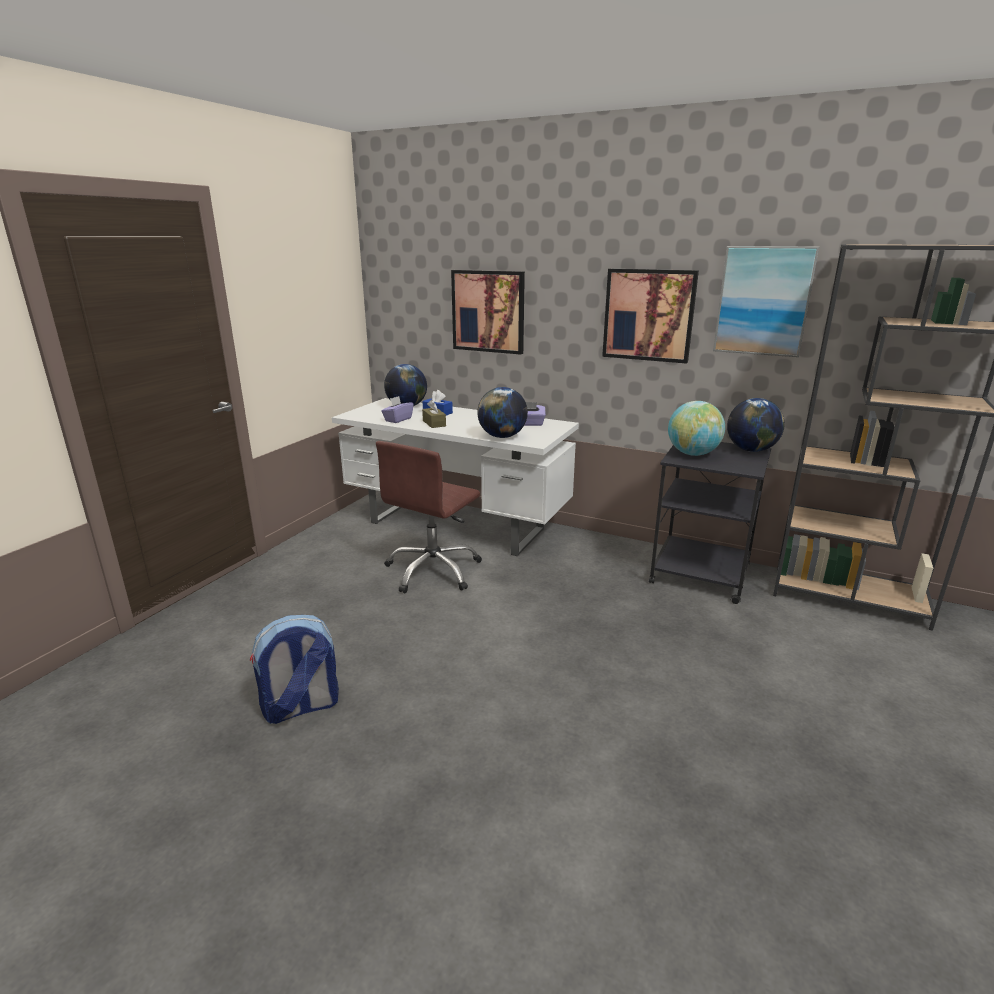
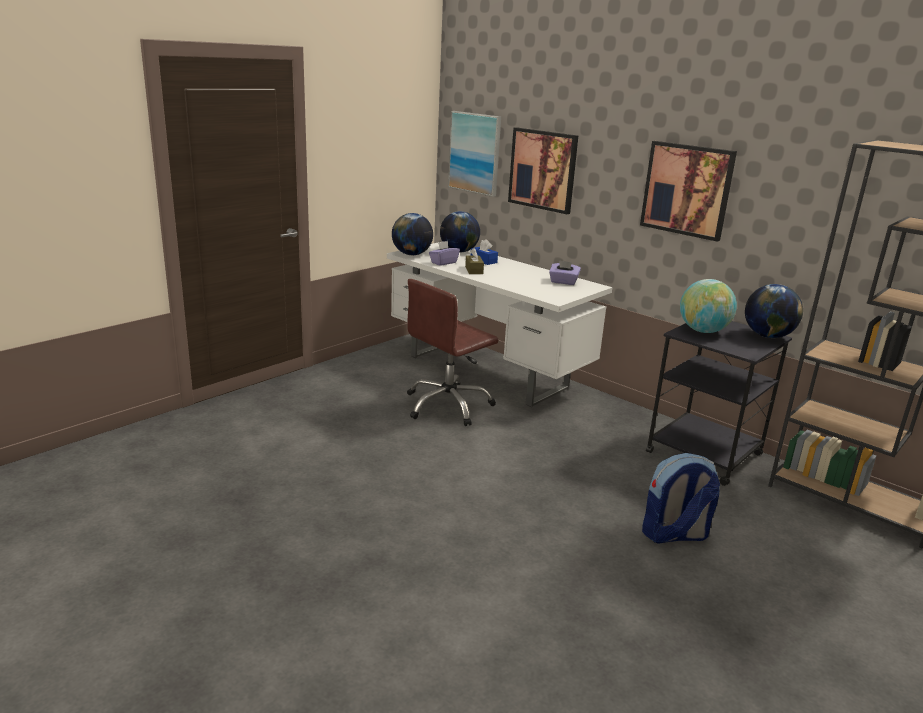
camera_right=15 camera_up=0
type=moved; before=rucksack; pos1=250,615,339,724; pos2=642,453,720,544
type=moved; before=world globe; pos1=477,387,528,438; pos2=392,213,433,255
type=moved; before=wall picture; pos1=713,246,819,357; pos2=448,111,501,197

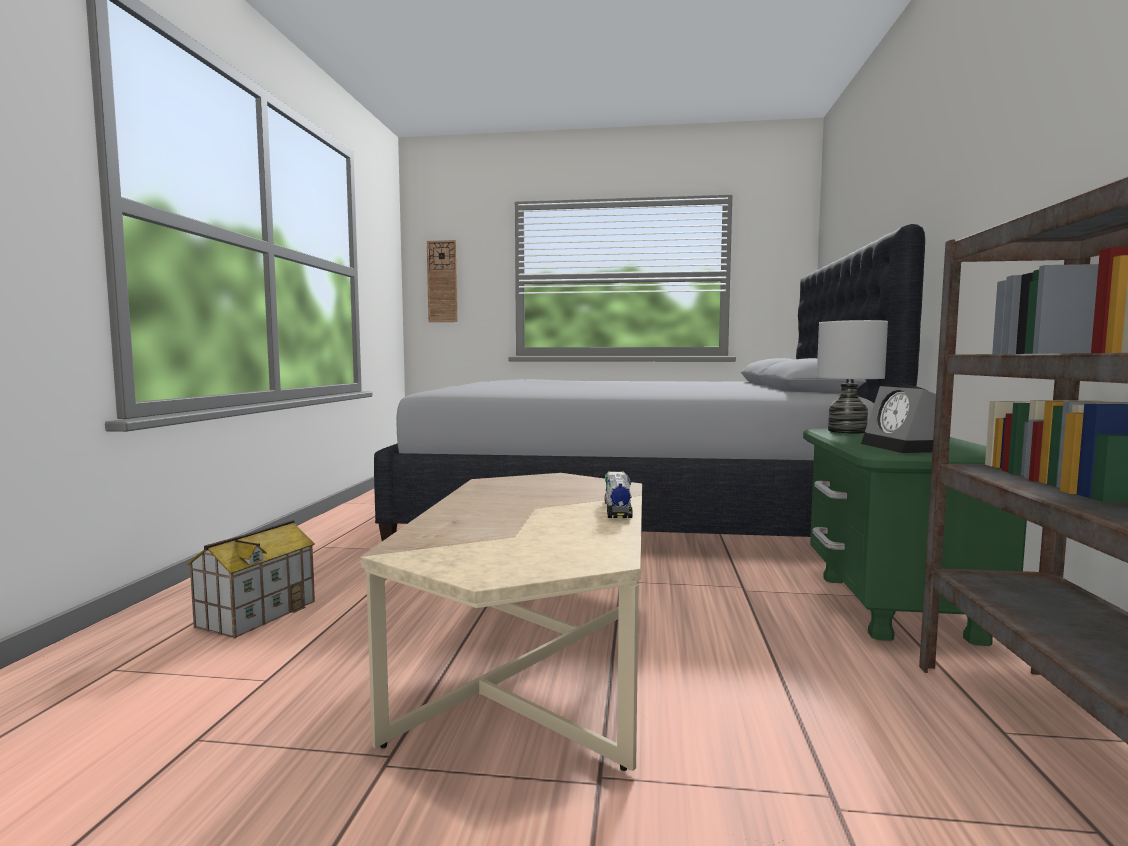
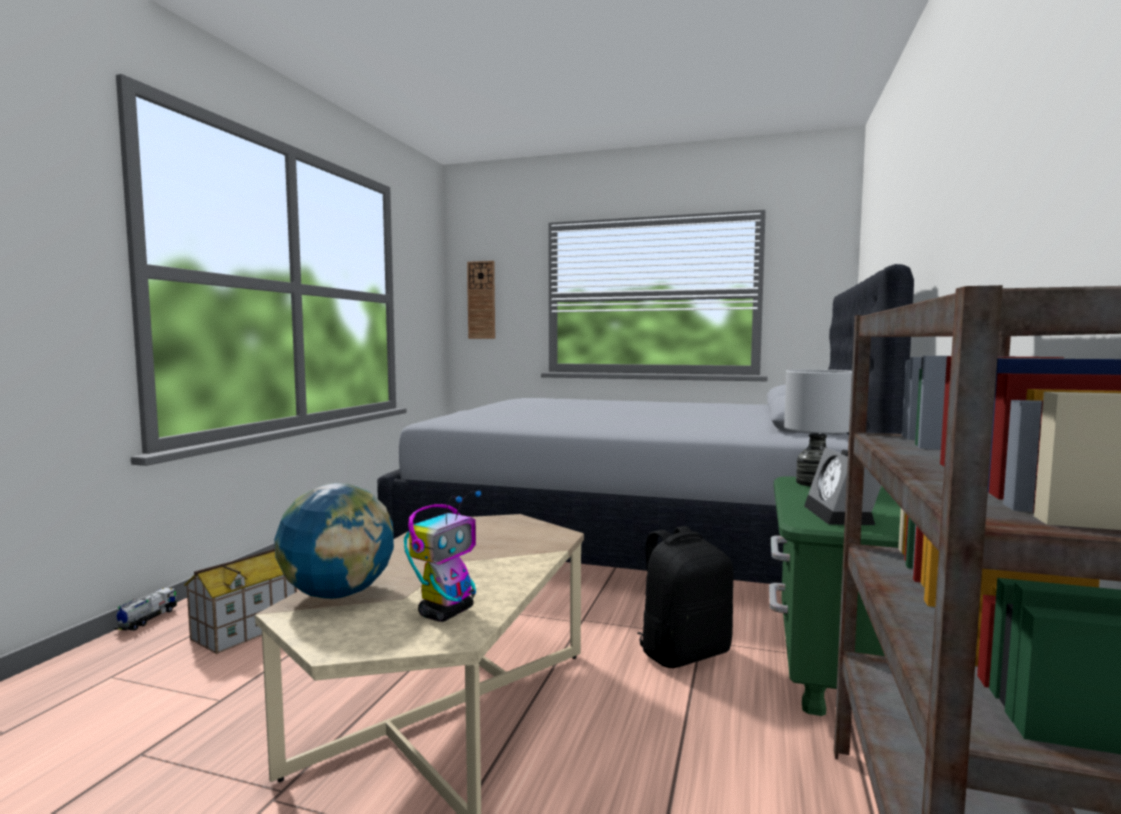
camera_right=10 camera_up=0
type=added; after=world globe; pos2=274,483,394,599
type=added; after=toy robot; pos2=404,491,481,622
type=added; after=black-coloured rucksack; pos2=637,526,733,668
type=moved; before=toy truck; pos1=604,471,633,518; pos2=114,588,177,631

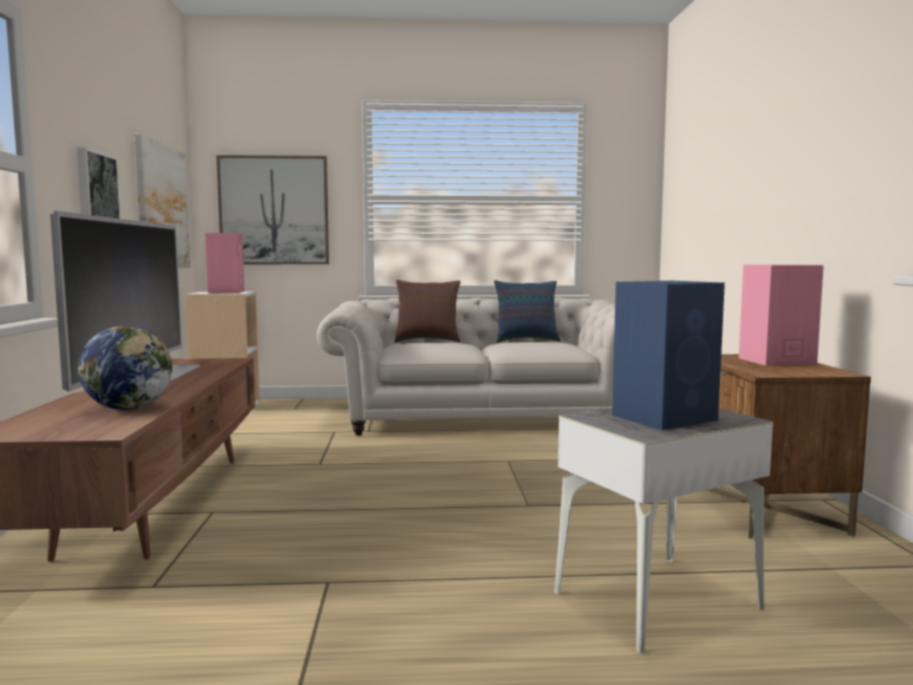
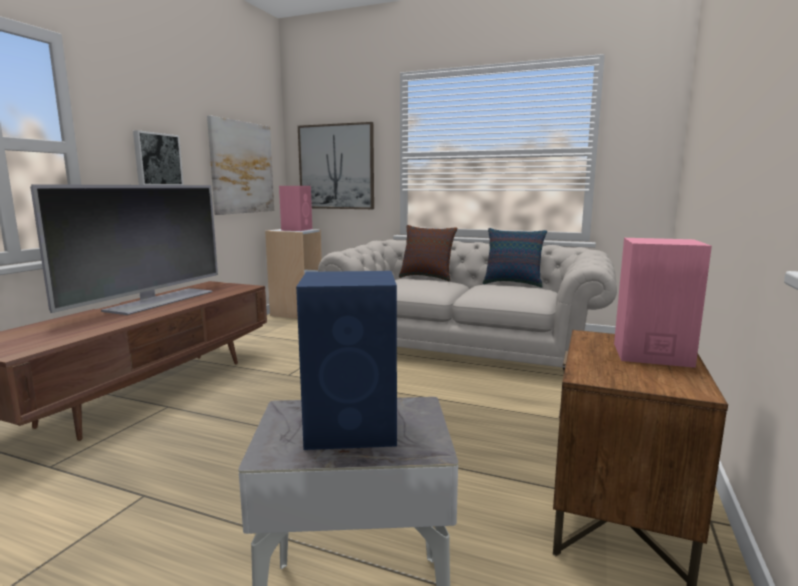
camera_right=25 camera_up=5
type=removed; before=world globe; pos1=78,326,172,410

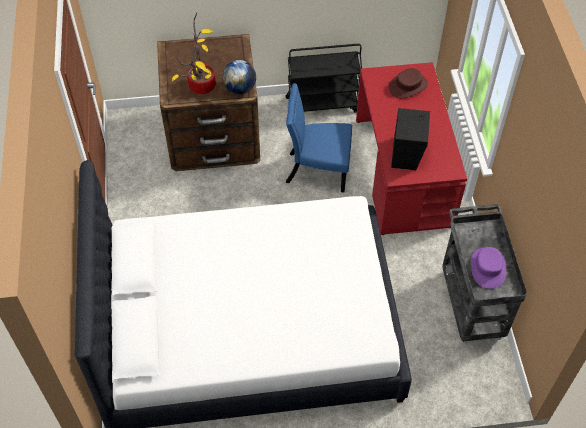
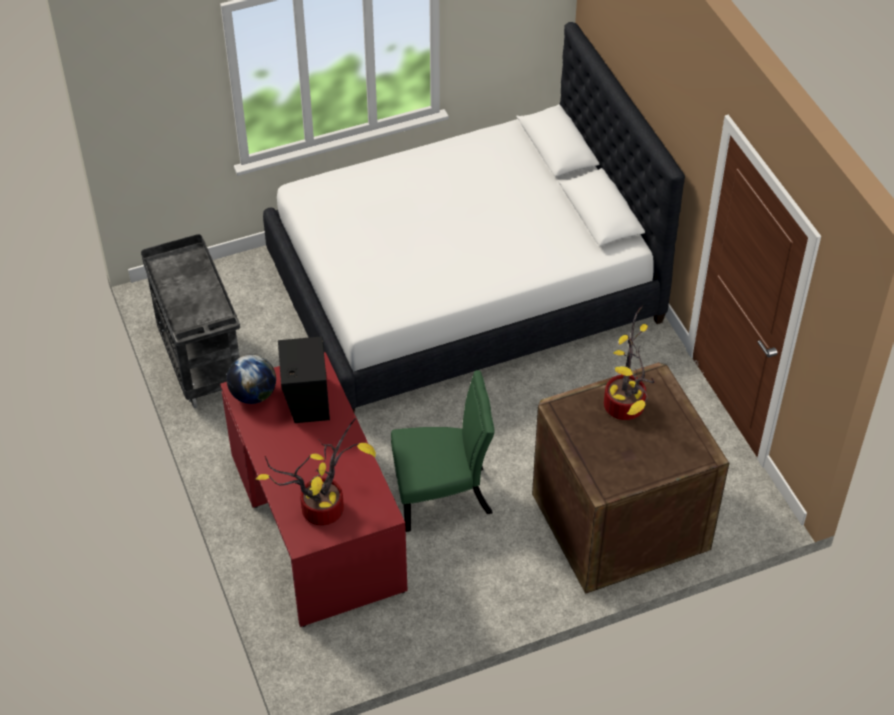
camera_right=165 camera_up=-5
type=removed; before=black-coloured wheeled cart; pos1=286,44,362,113
type=removed; before=purple-coloured hat; pos1=471,247,506,289
type=moved; before=world globe; pos1=222,60,256,94; pos2=227,355,276,404
type=replaced; before=brown-coloured hat; after=plant in a pot; pos1=389,68,428,98; pos2=256,418,376,525
type=recoloured; before=blue-coloured upright chair; after=greenish upright chair; pos1=286,83,352,193; pos2=391,370,495,532

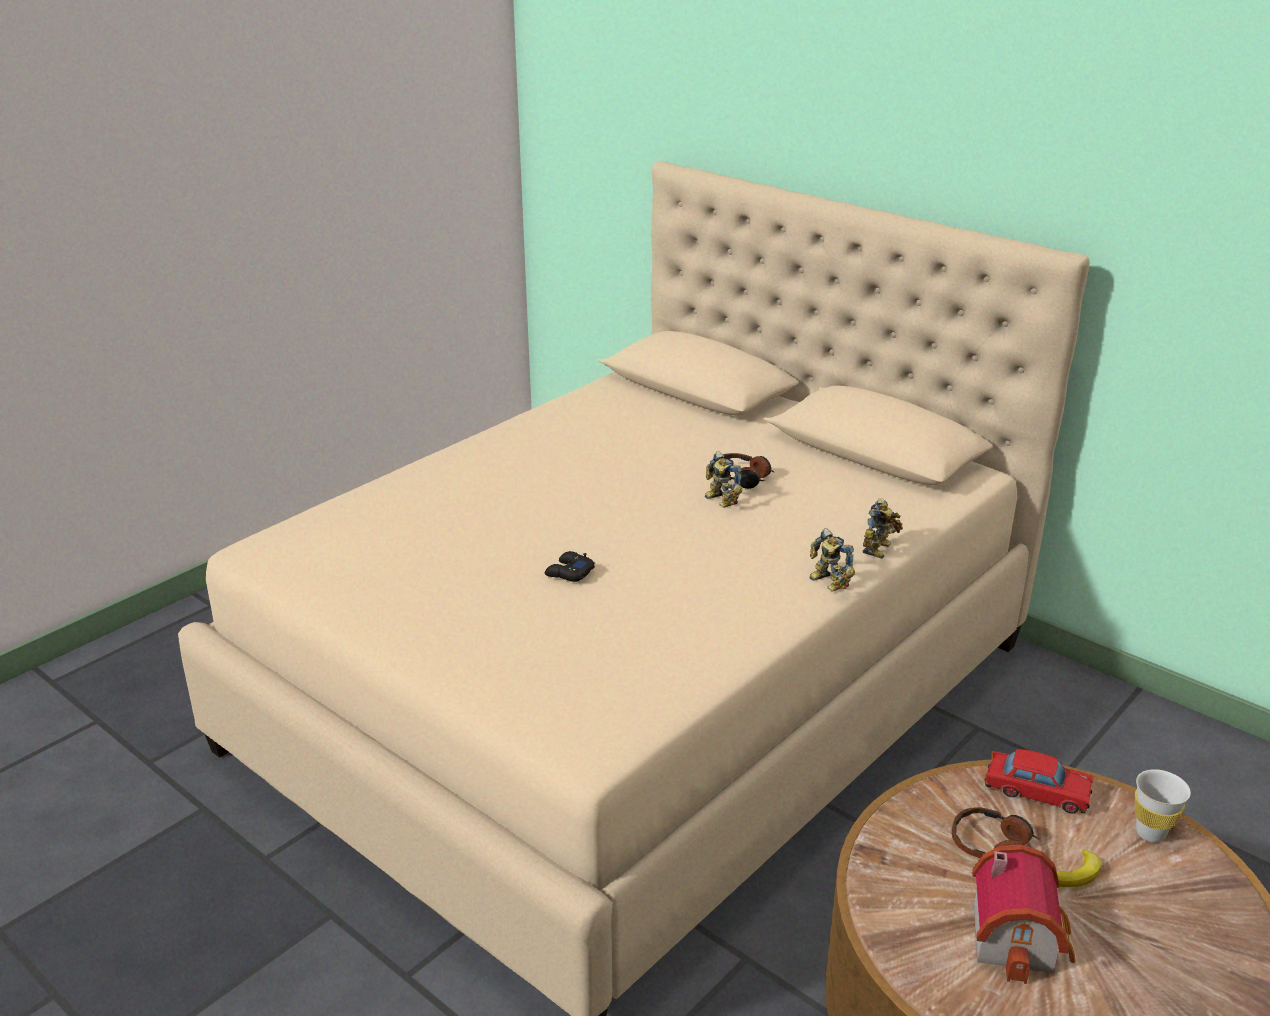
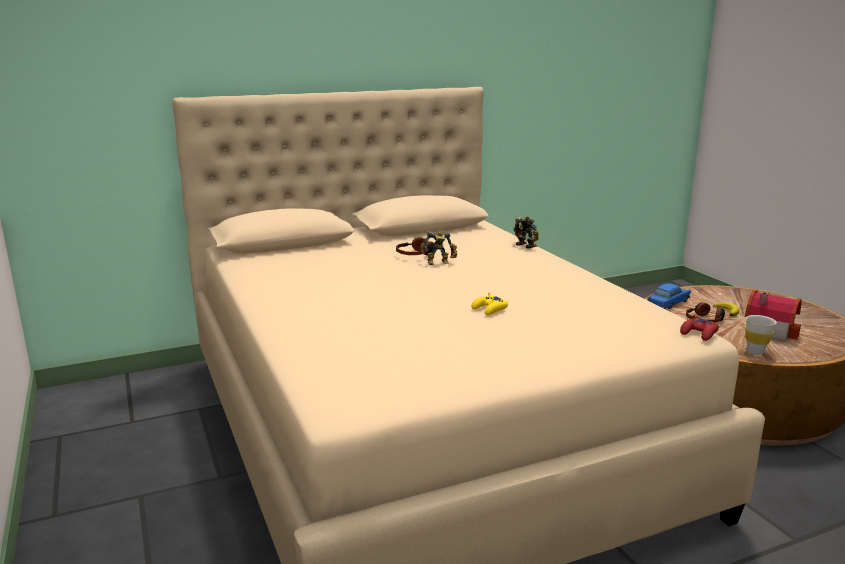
camera_right=-65 camera_up=-10
type=removed; before=toy robot; pos1=809,528,855,592
type=added; after=reddish gamepad; pos2=680,315,719,341
type=moved; before=white cup; pos1=1135,769,1191,843; pos2=745,315,777,355
type=recoloured; before=black-coloured gamepad; after=yellow-coloured gamepad; pos1=545,551,595,582; pos2=471,292,508,315
type=recoloured; before=reddish miniature car; after=blue-coloured miniature car; pos1=985,749,1094,813; pos2=647,283,691,309

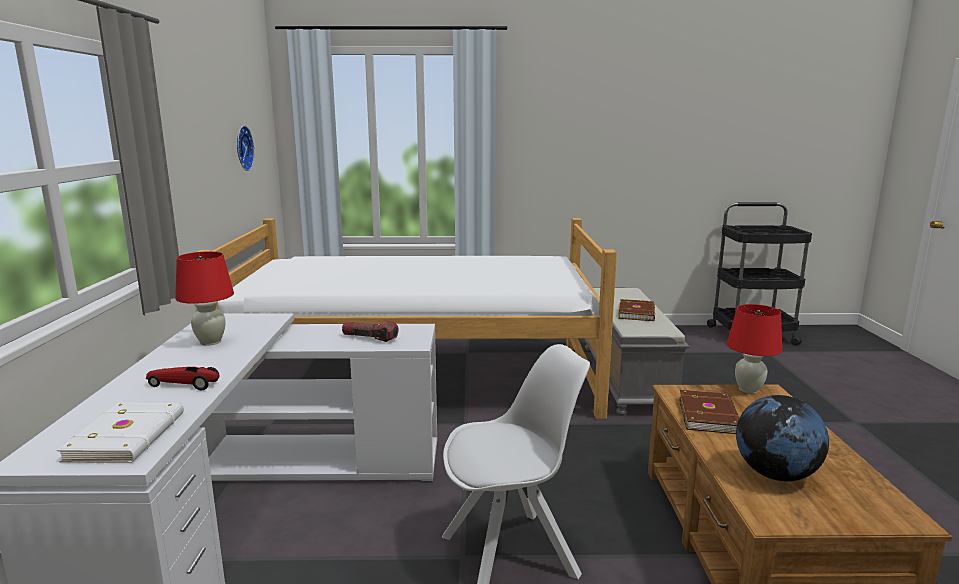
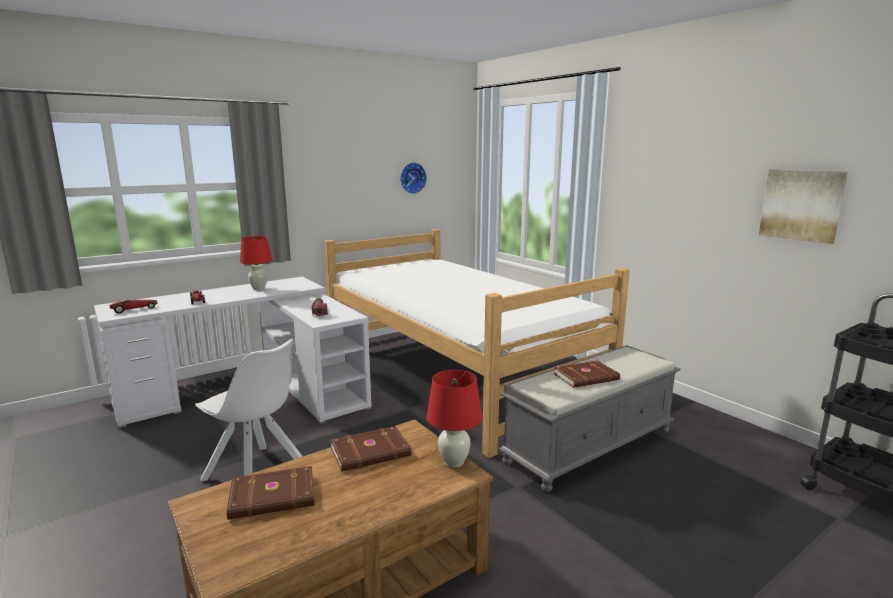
camera_right=55 camera_up=0
type=added; after=wall picture; pos2=759,169,848,244
type=replaced; before=white bound book; after=miniature car; pos1=57,403,184,463; pos2=110,300,157,314
type=replaced; before=world globe; after=brown-coloured bound book; pos1=736,395,829,481; pos2=227,466,315,520

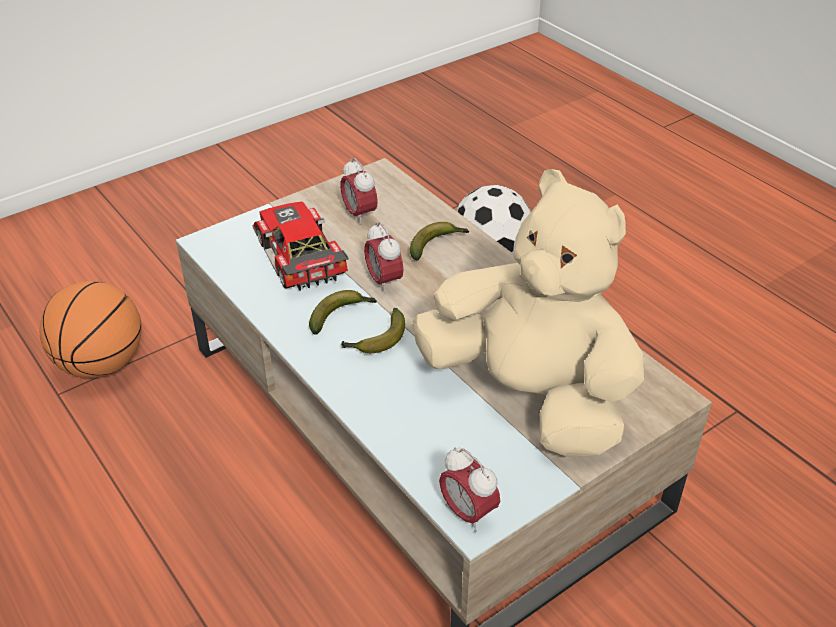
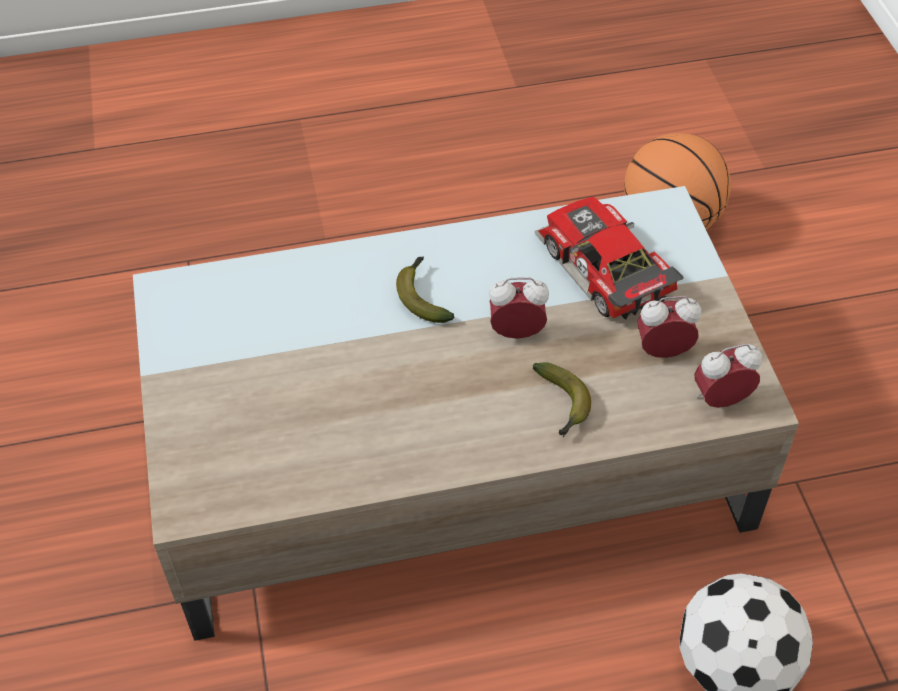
camera_right=115 camera_up=10
type=removed; before=banana fruit; pos1=309,290,377,335
type=removed; before=sand-coloured soft toy; pos1=412,169,644,457
type=moved; before=alarm clock; pos1=439,447,500,532; pos2=694,344,762,408
type=turned; before=miniature car; pos1=253,201,348,291; pos2=535,197,684,319; turn=-120

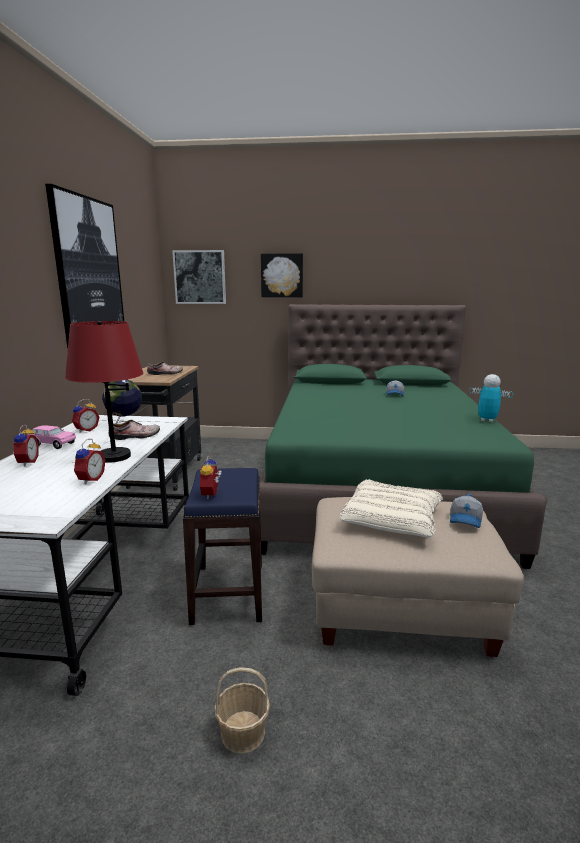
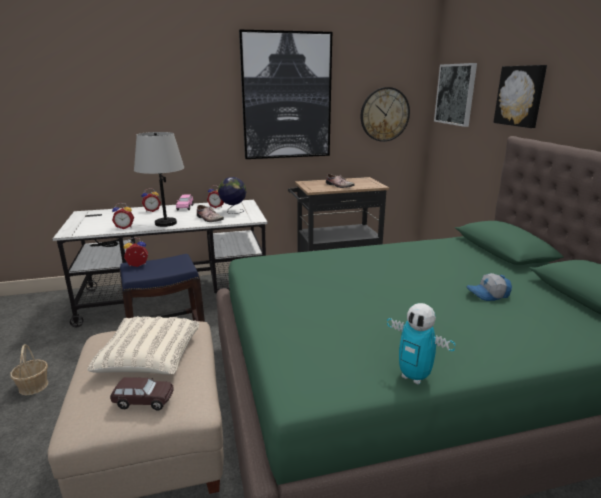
camera_right=70 camera_up=5
type=added; after=hanging clock; pos2=361,87,410,142
type=replaced; before=peaked cap; after=brown-coloured miniature car; pos1=450,494,483,528; pos2=110,377,174,410
type=recoloured; before=reddish tabletop lamp; after=greyish tabletop lamp; pos1=65,321,143,463; pos2=134,132,184,227
type=turned; before=toy robot; pos1=469,374,513,422; pos2=387,303,455,385; turn=120

